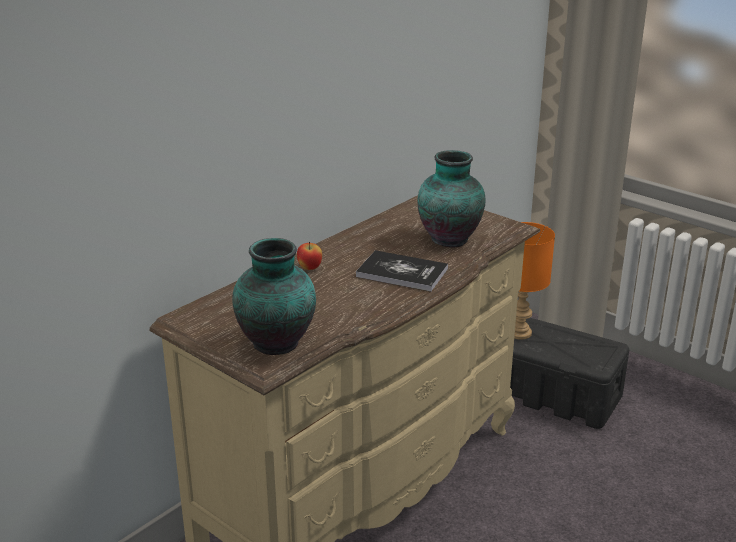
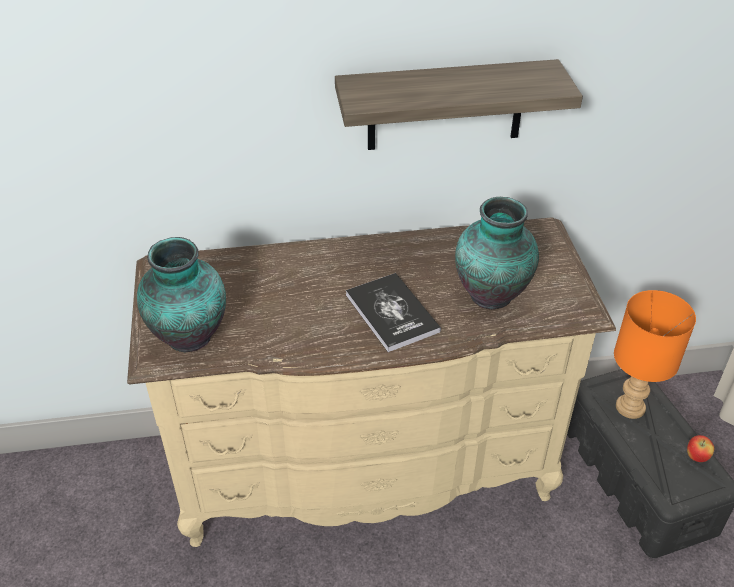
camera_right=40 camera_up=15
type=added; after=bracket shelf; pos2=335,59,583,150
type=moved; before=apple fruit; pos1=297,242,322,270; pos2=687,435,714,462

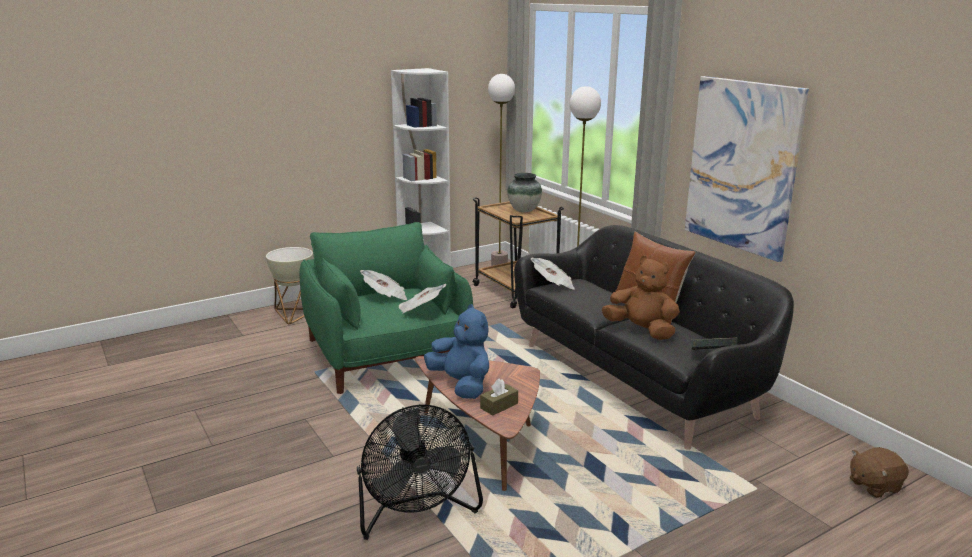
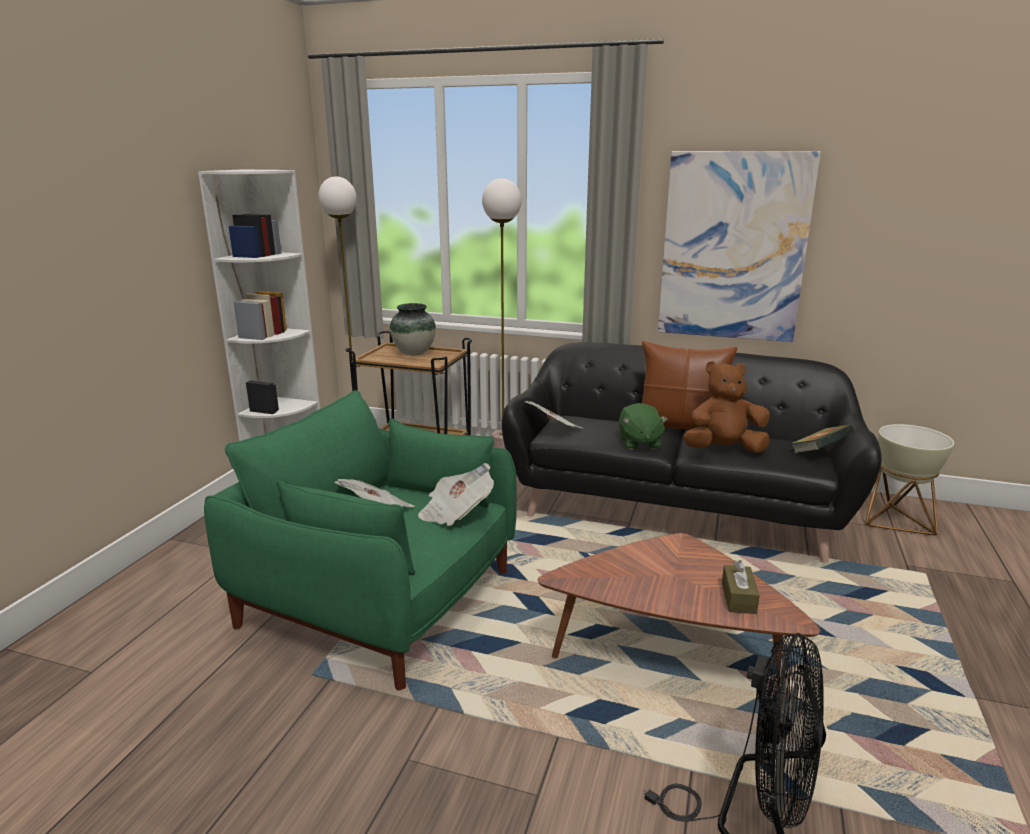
camera_right=-40 camera_up=0
type=removed; before=blue-coloured soft toy; pos1=424,304,489,399
type=removed; before=brown-coloured soft toy; pos1=850,447,909,498
type=added; after=greenish soft toy; pos2=619,403,668,450
type=moved; before=planter; pos1=266,247,313,325; pos2=865,424,954,535

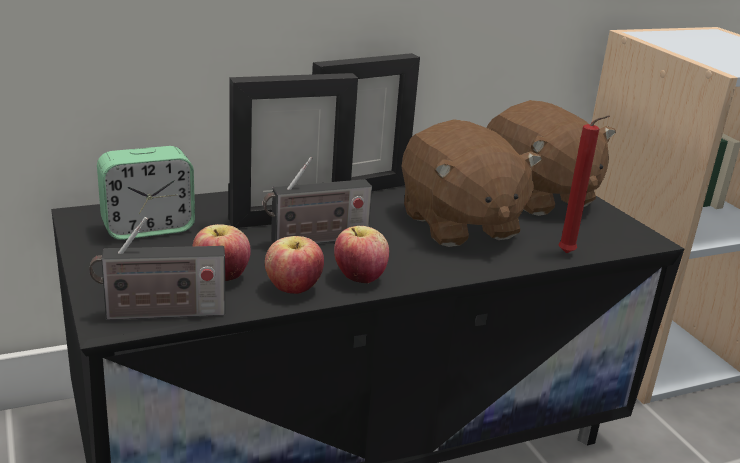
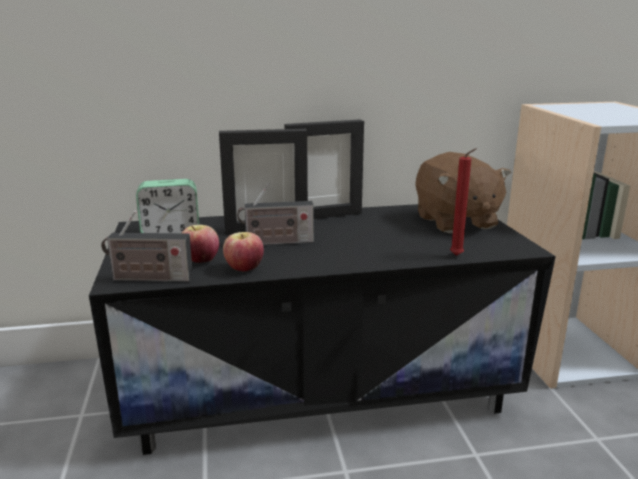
camera_right=15 camera_up=-5
type=removed; before=apple fruit; pos1=334,226,389,284
type=removed; before=brown-coloured soft toy; pos1=401,119,542,247

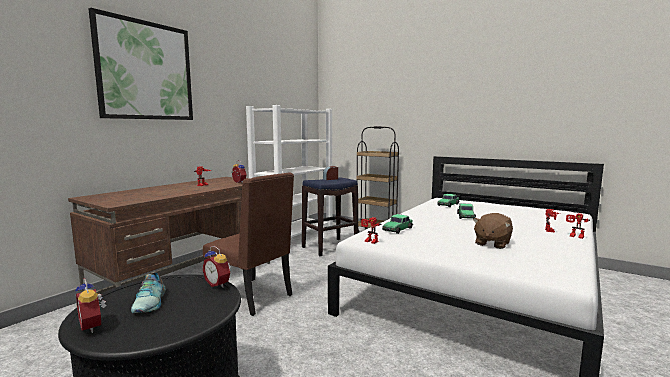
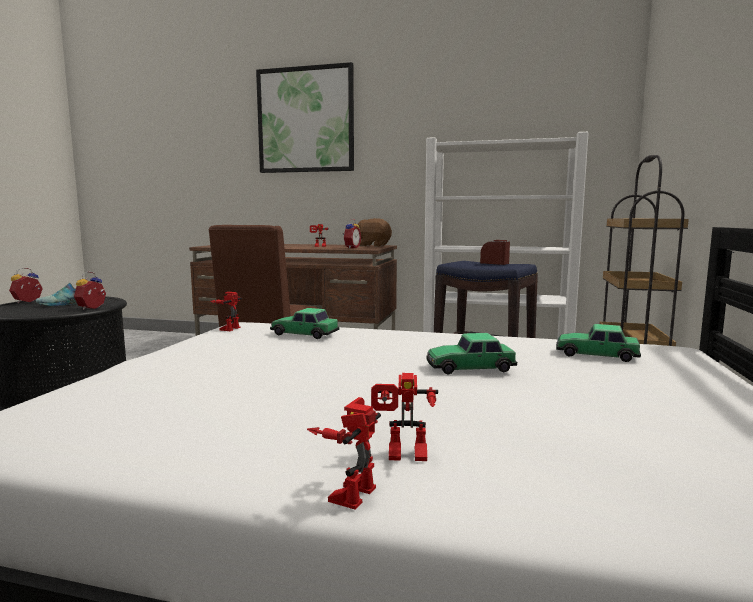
camera_right=70 camera_up=0
type=moved; before=brown-coloured soft toy; pos1=473,213,513,249; pos2=358,218,392,247

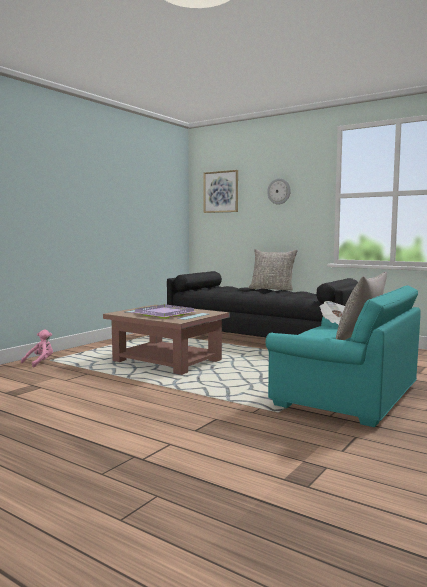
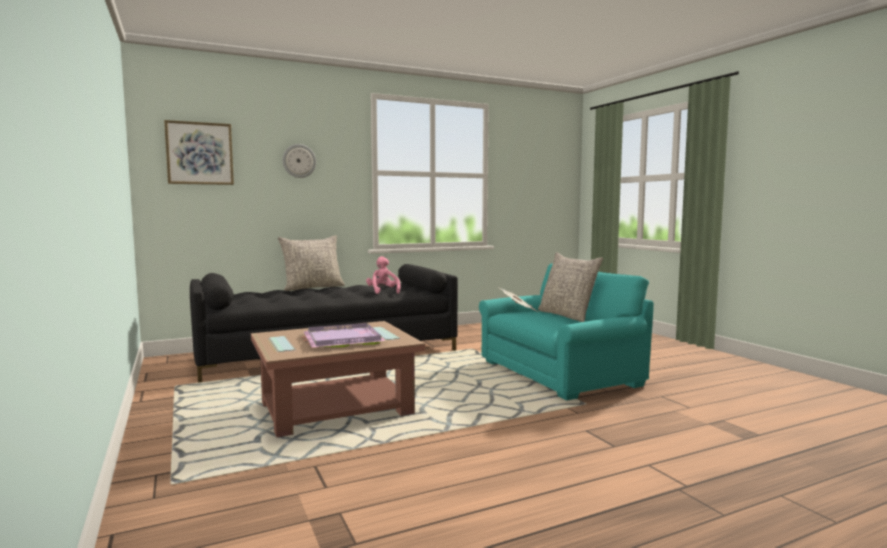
camera_right=-60 camera_up=0
type=moved; before=pinkish soft toy; pos1=21,329,53,368; pos2=366,256,401,294

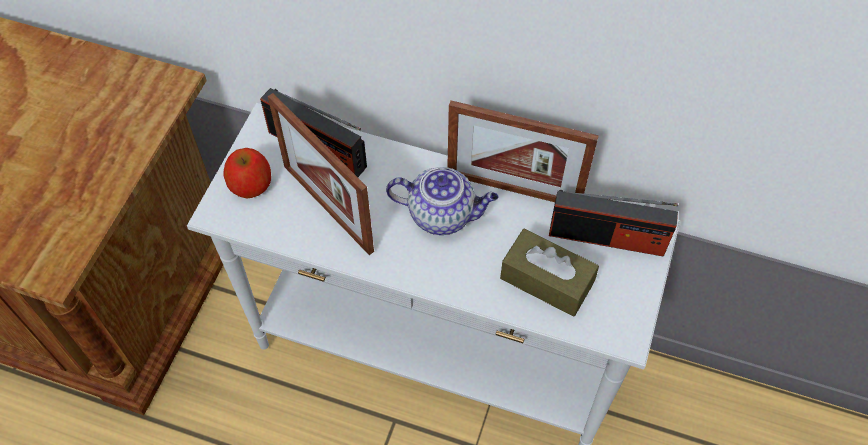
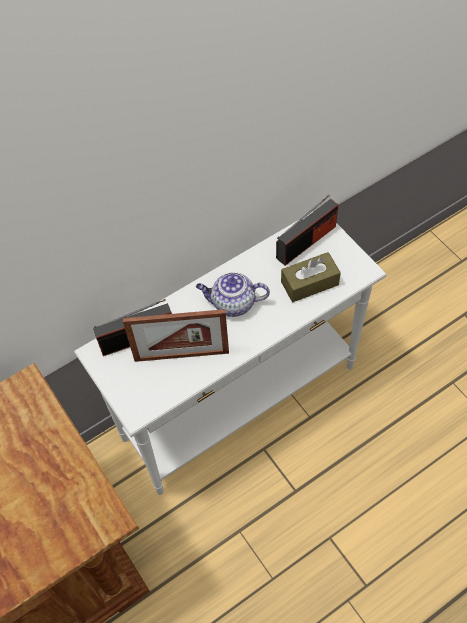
camera_right=-50 camera_up=0
type=removed; before=apple fruit; pos1=223,148,271,199
type=removed; before=photo frame; pos1=447,100,599,202
type=turned; before=tea pot; pos1=386,167,498,235; pos2=196,272,270,317; turn=-135

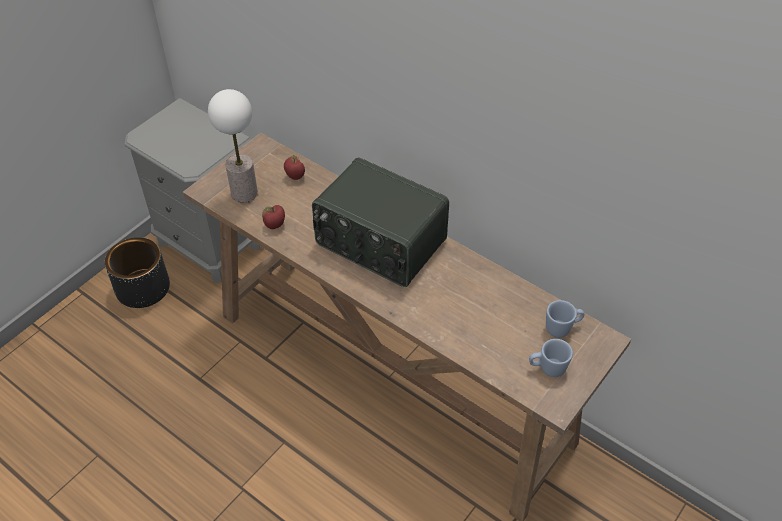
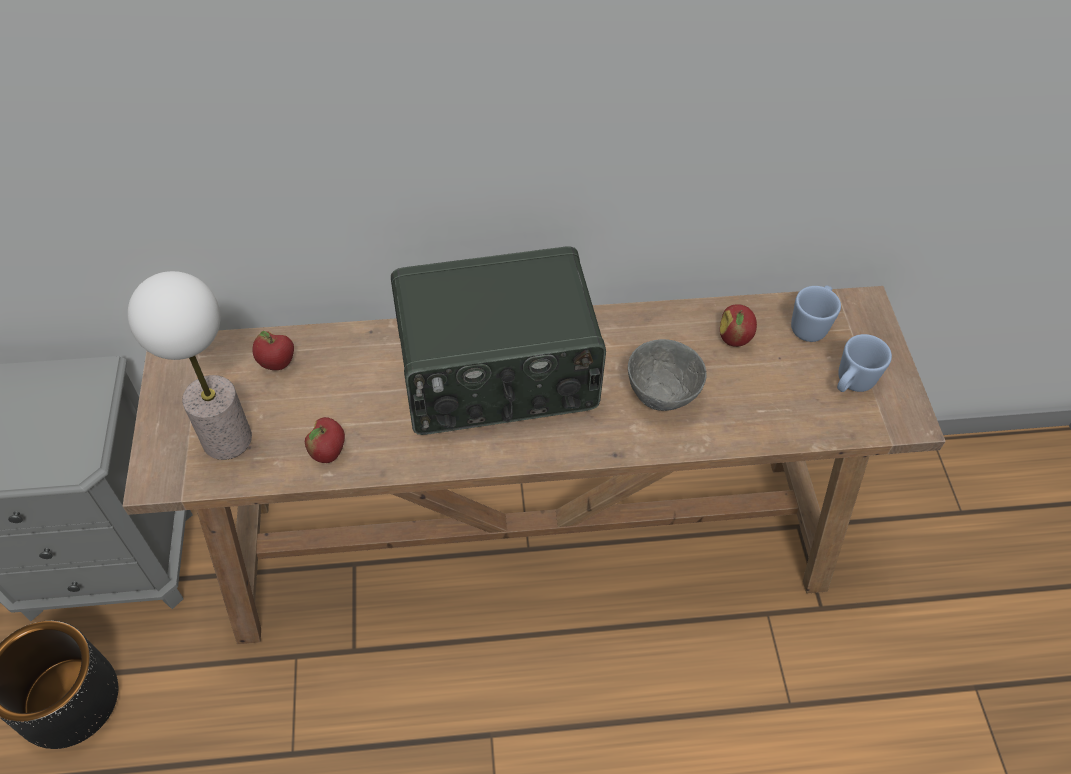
camera_right=-45 camera_up=5
type=added; after=greyish serving bowl; pos2=628,339,707,411
type=added; after=apple fruit; pos2=720,304,757,347

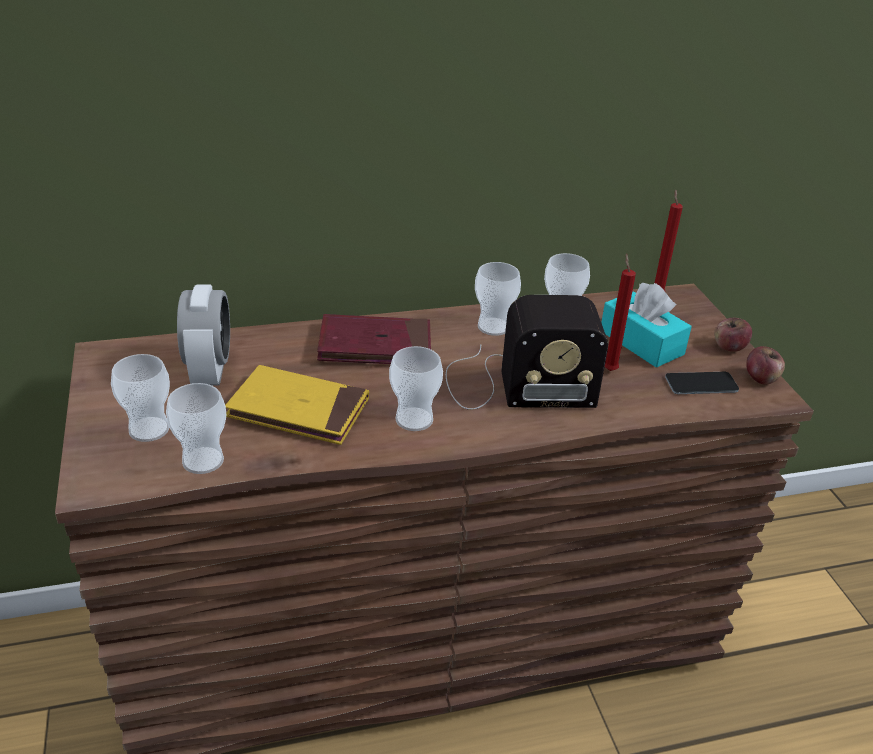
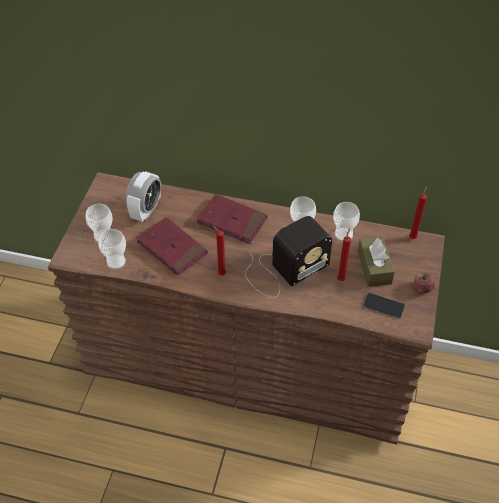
camera_right=30 camera_up=15
type=removed; before=apple fruit; pos1=746,346,785,385
type=replaced; before=cup; after=reddish wax candle; pos1=389,346,443,431; pos2=213,226,226,275
type=recoloured; before=yellow-coloured bound book; after=reddish bound book; pos1=225,365,369,445; pos2=136,217,208,276
type=recoloured; before=turquoise tissue holder; after=brown-coloured tissue holder; pos1=601,283,692,367; pos2=357,237,395,287
type=turned; before=radio set; pos1=446,295,608,410; pos2=245,216,332,298; turn=-60

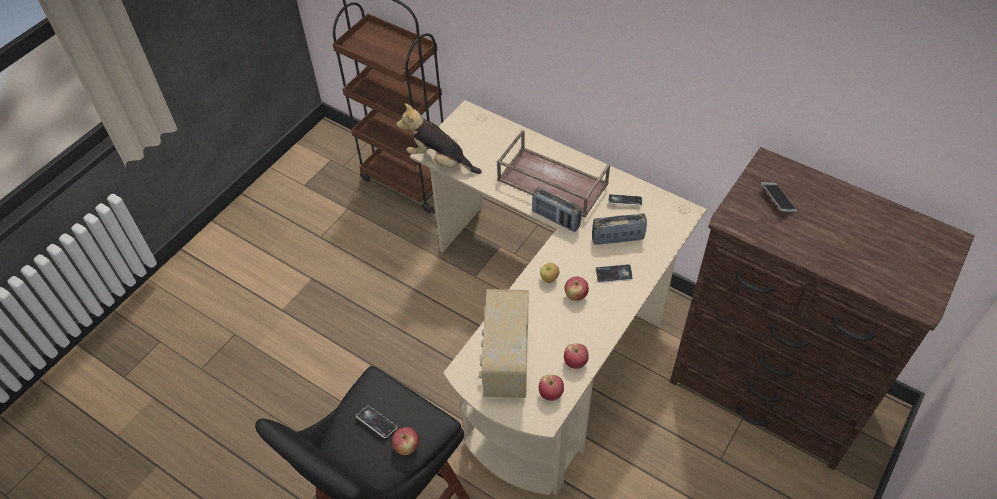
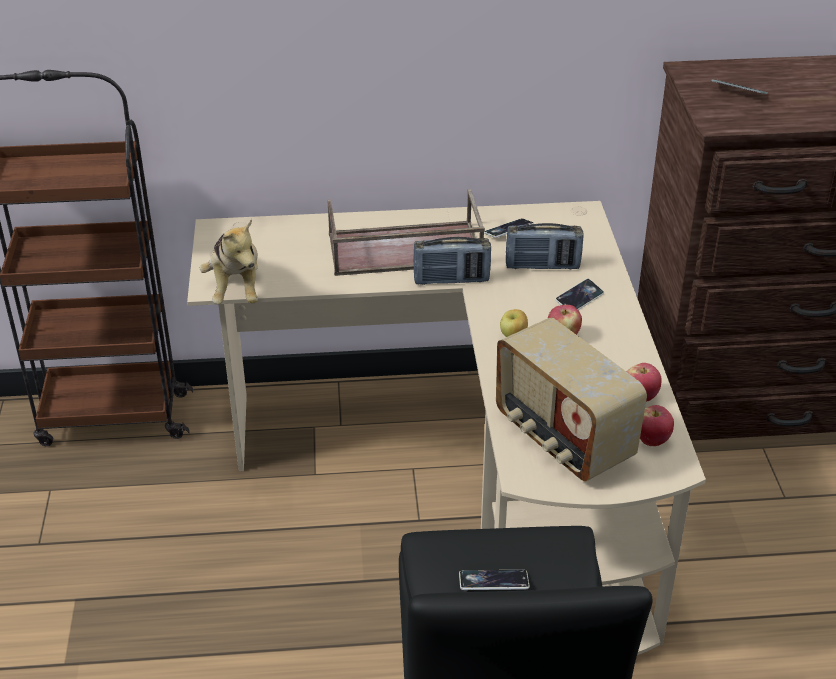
camera_right=-40 camera_up=-15
type=removed; before=apple fruit; pos1=392,427,419,455
type=turned; before=soft toy; pos1=397,103,482,174; pos2=200,219,258,304; turn=-90
type=turned; before=radio set; pos1=592,213,647,245; pos2=506,223,584,270; turn=-135

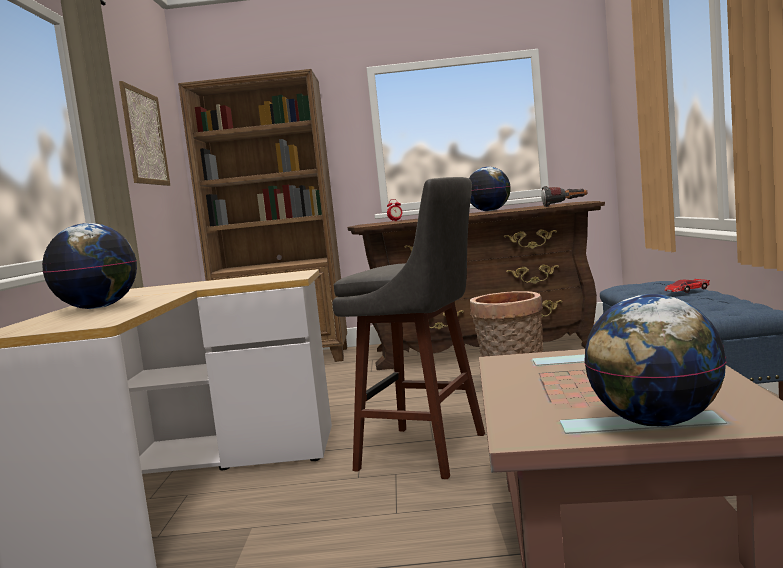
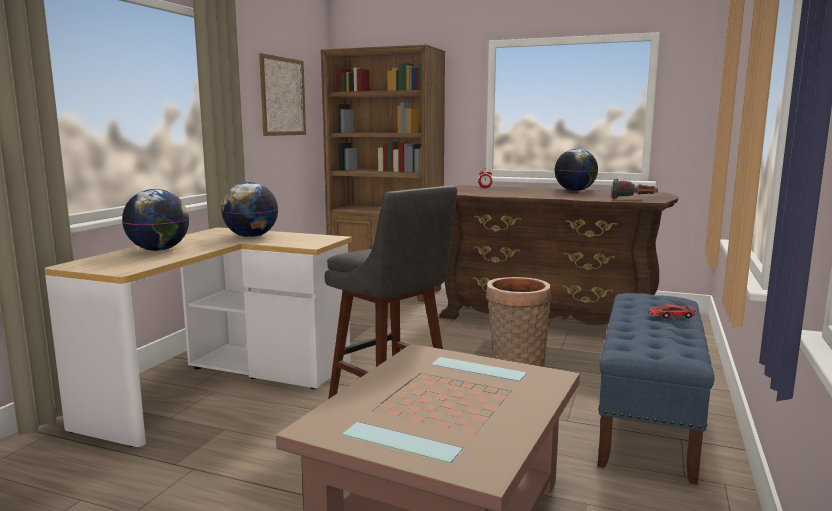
camera_right=20 camera_up=5
type=moved; before=world globe; pos1=584,294,726,427; pos2=221,182,278,237

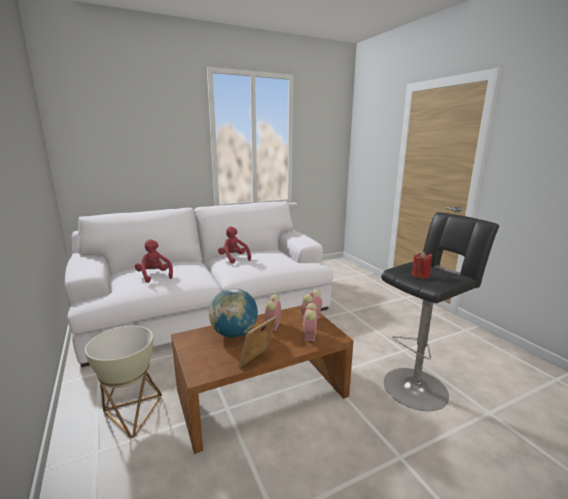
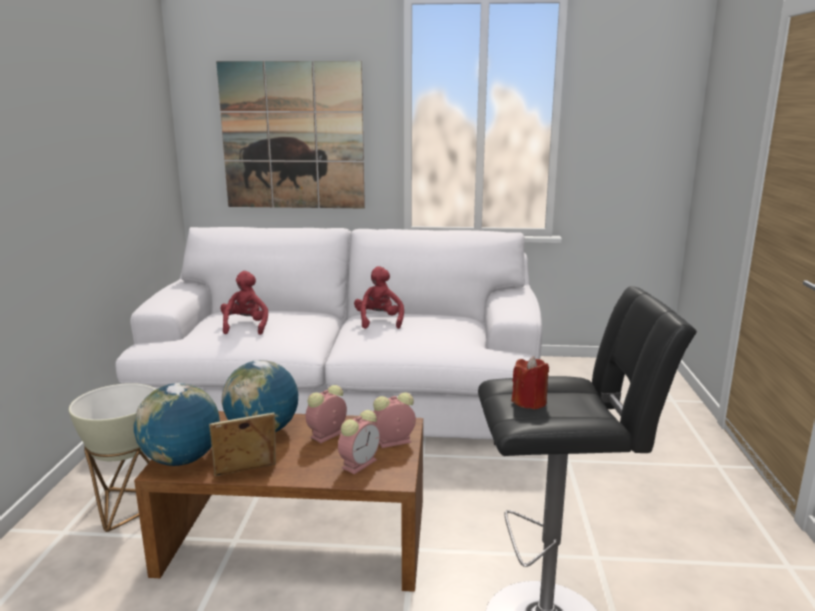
camera_right=30 camera_up=0
type=added; after=world globe; pos2=134,383,220,466
type=added; after=wall picture; pos2=216,61,365,208

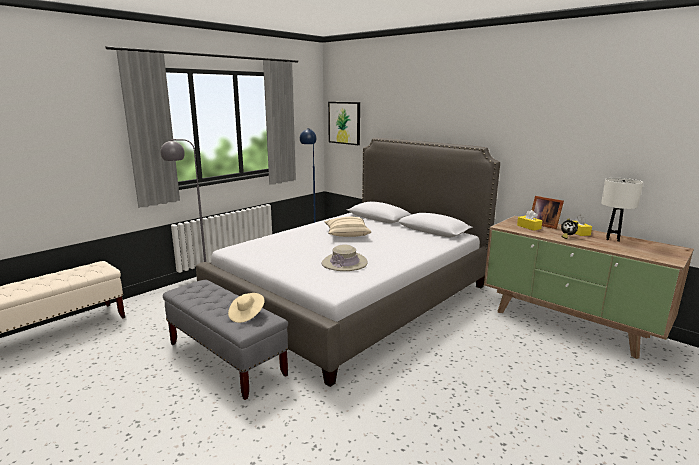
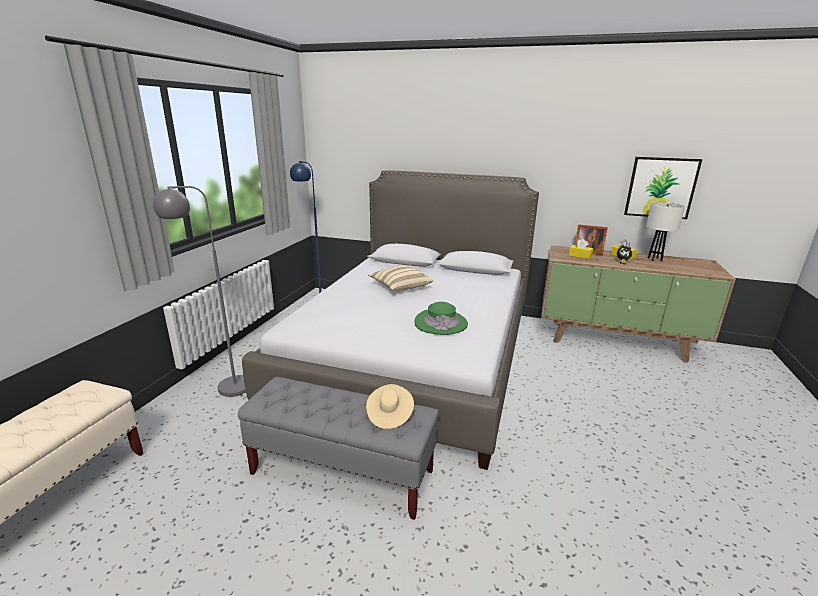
camera_right=-25 camera_up=5
type=moved; before=wall picture; pos1=328,102,360,145; pos2=624,157,702,219
type=recoloured; before=sand-coloured hat; after=greenish hat; pos1=322,244,368,271; pos2=414,302,468,335

